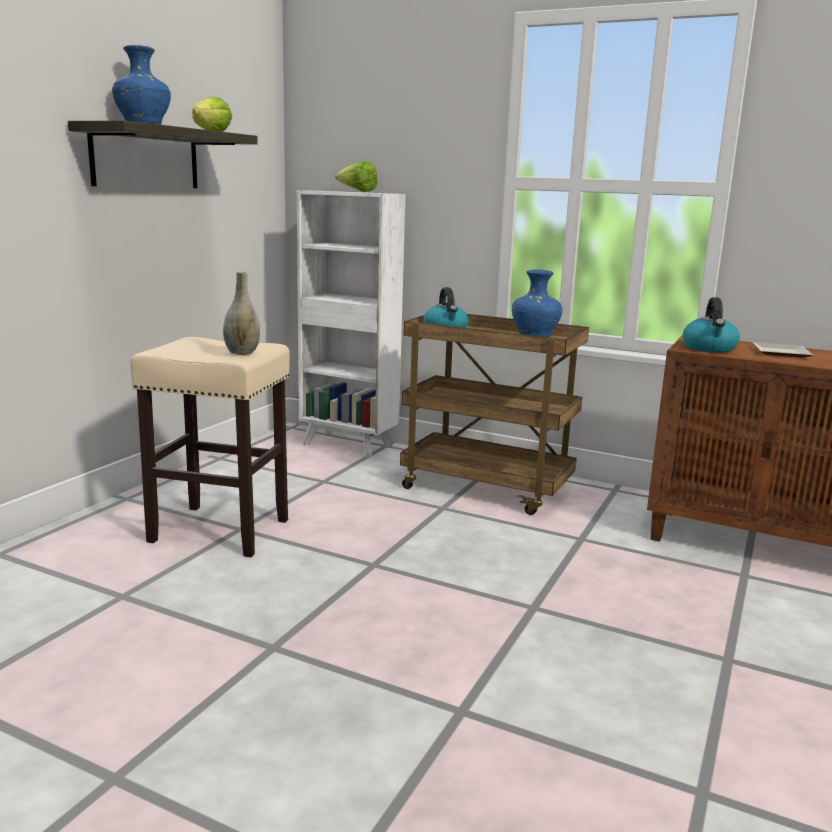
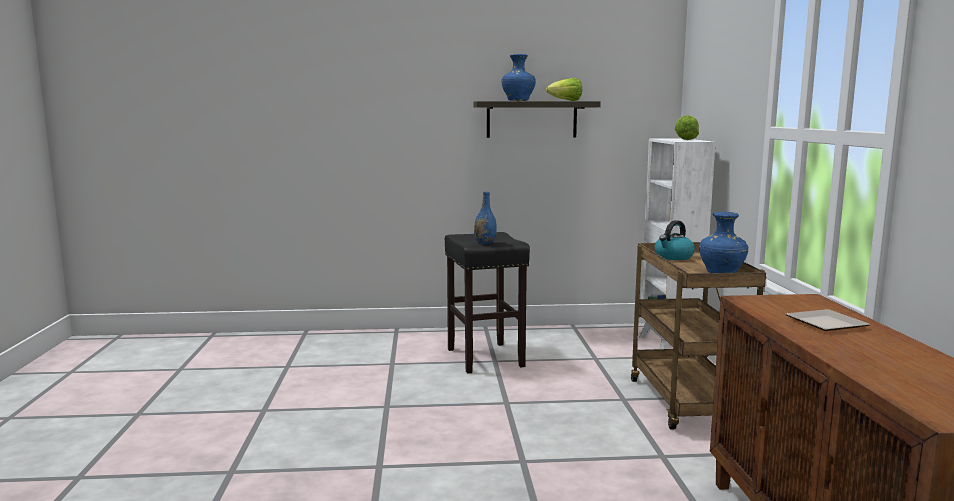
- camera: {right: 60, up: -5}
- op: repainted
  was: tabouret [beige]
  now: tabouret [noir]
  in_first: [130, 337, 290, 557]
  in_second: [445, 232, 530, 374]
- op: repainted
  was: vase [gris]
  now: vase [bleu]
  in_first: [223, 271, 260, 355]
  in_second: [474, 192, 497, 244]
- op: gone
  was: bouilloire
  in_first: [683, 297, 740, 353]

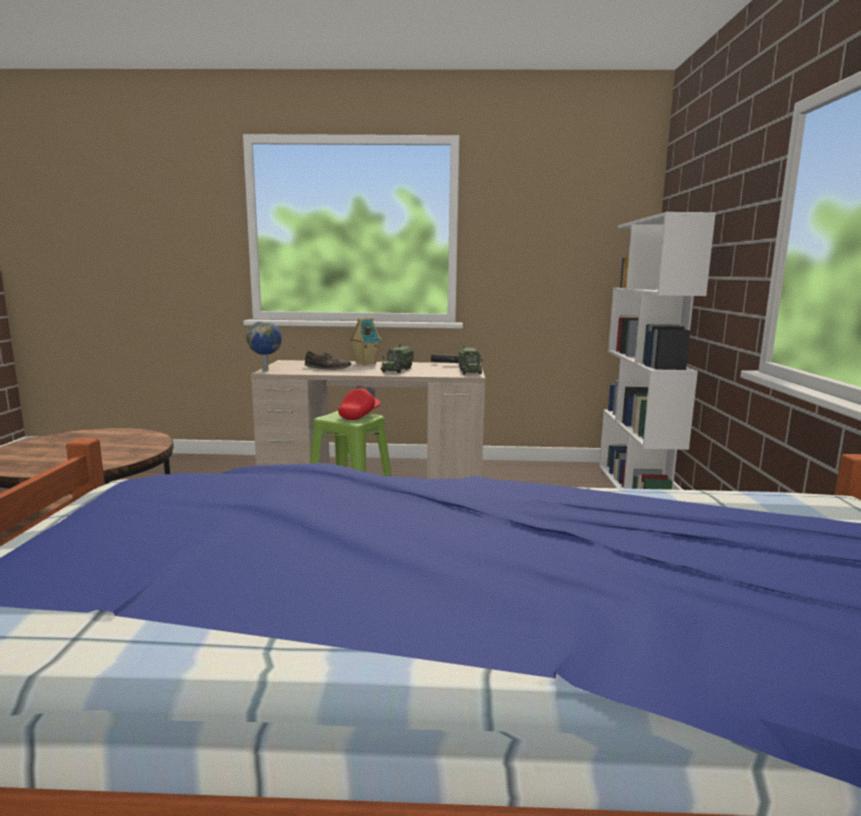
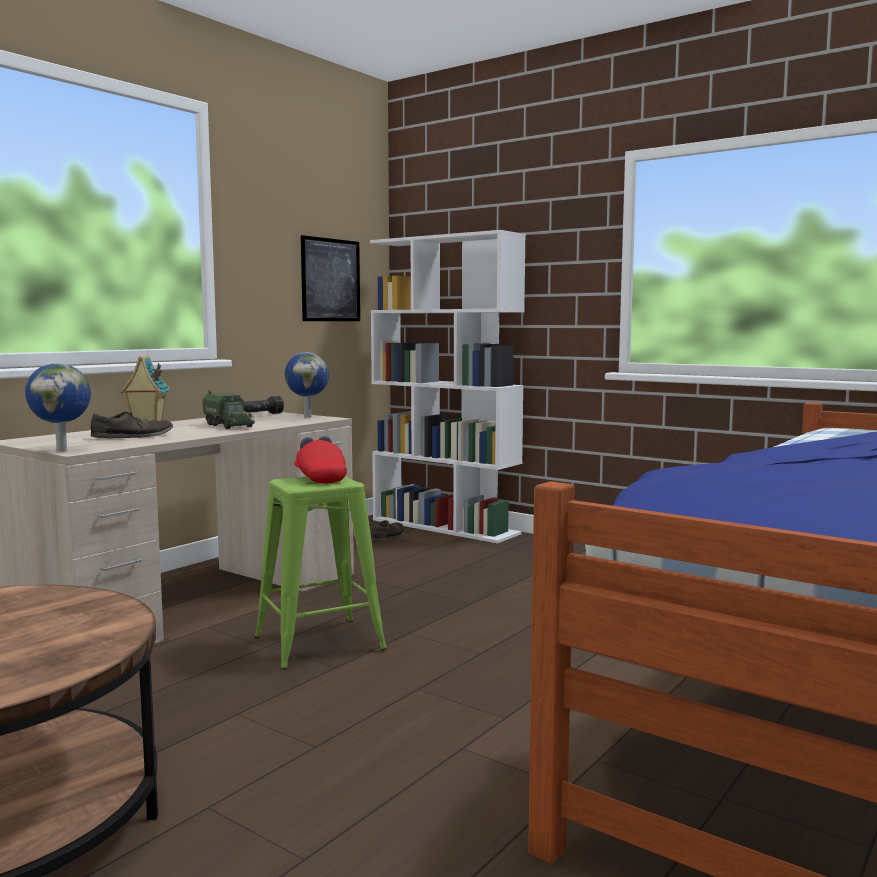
- camera: {right: -55, up: -5}
- op: swapped
  was: camion jouet
  now: globe
  in_first: [459, 345, 483, 374]
  in_second: [285, 352, 329, 417]
- op: new
  now: tableau
  in_second: [301, 235, 360, 321]
- op: new
  now: chaussure [marron]
  in_second: [371, 520, 405, 542]

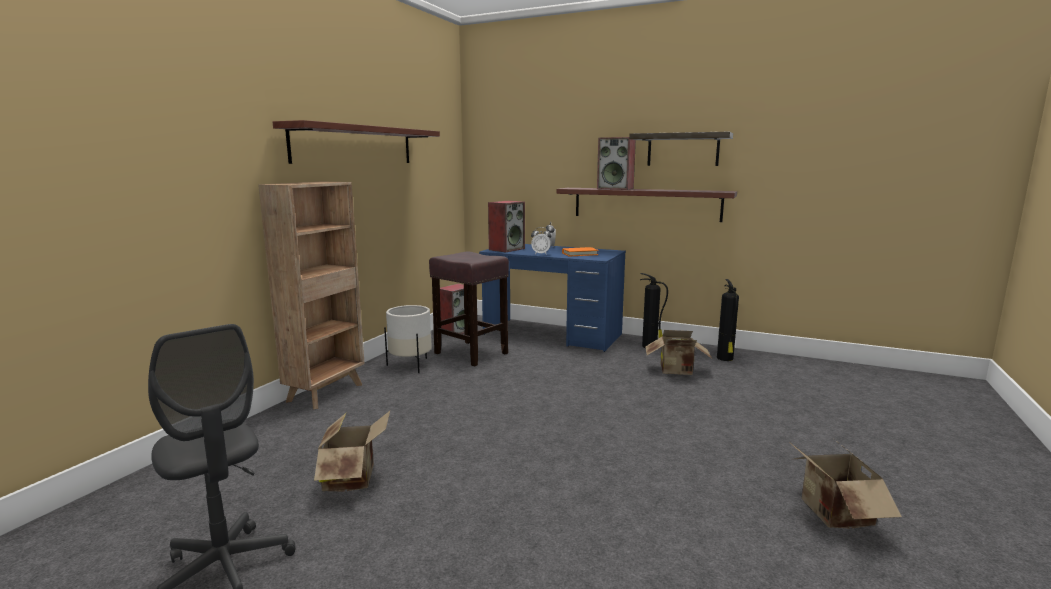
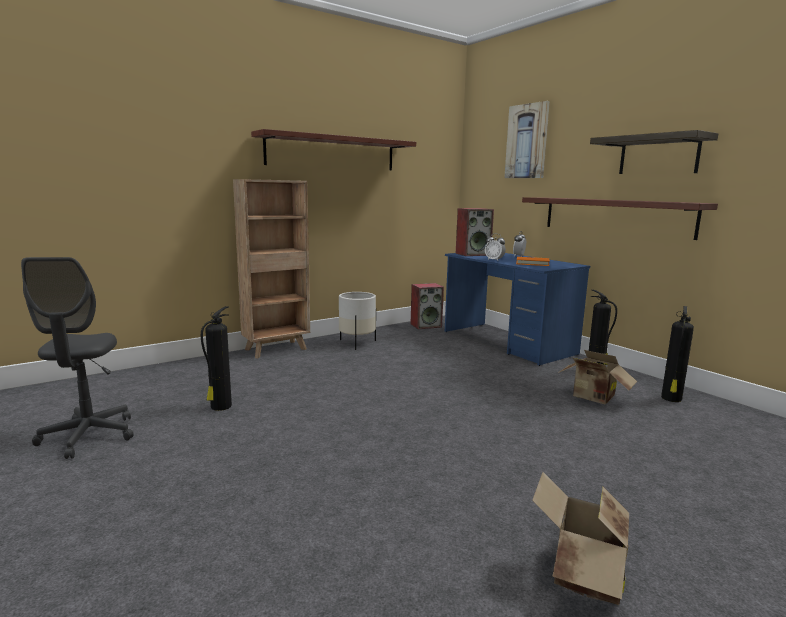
- camera: {right: 30, up: 0}
- op: swapped
  was: carton
  now: extincteur
  in_first: [314, 411, 390, 492]
  in_second: [201, 306, 232, 411]
- op: new
  now: tableau
  in_second: [504, 101, 550, 178]
- op: gone
  was: tabouret [marron]
  in_first: [429, 251, 509, 367]
- op: gone
  was: enceinte
  in_first: [597, 137, 636, 190]

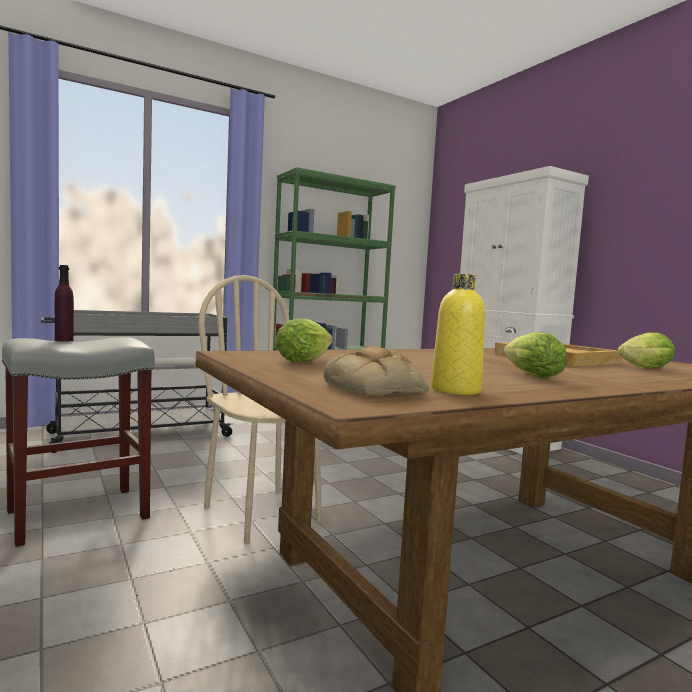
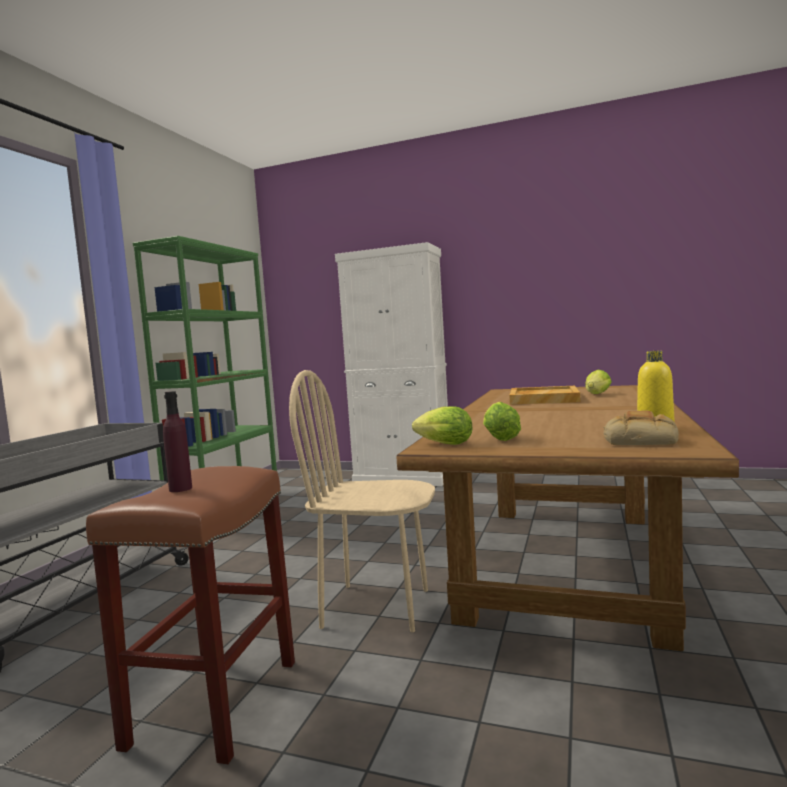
- camera: {right: -40, up: 0}
- op: repainted
  was: tabouret [gris]
  now: tabouret [marron]
  in_first: [2, 337, 155, 547]
  in_second: [86, 466, 295, 764]
- op: shifted
  was: laitue
  in_first: [504, 332, 567, 378]
  in_second: [412, 406, 473, 445]

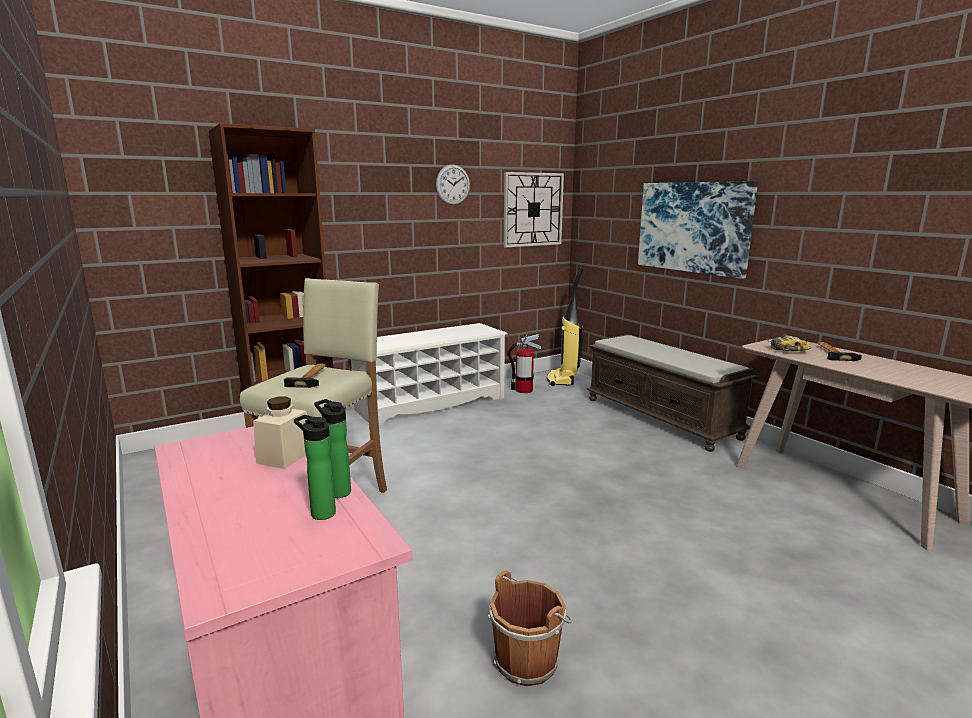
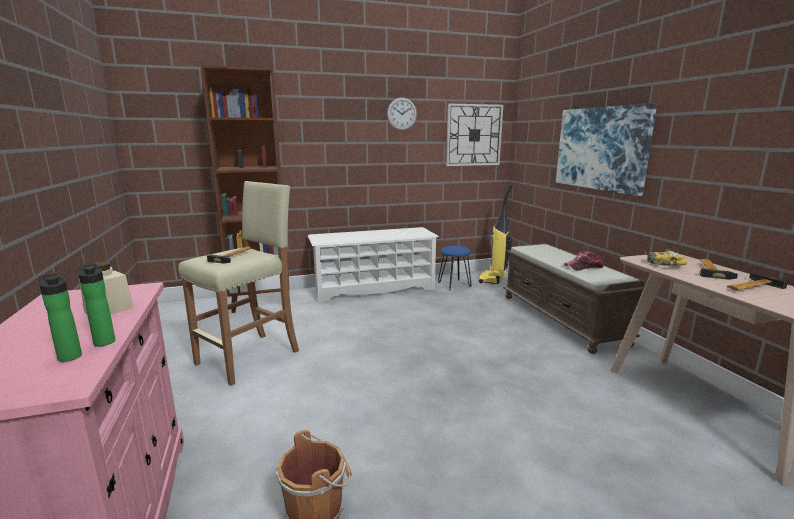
- camera: {right: 15, up: 0}
- op: swapped
  was: extincteur
  now: tabouret [bleu]
  in_first: [508, 334, 541, 393]
  in_second: [438, 246, 472, 290]
- op: new
  now: casquette
  in_second: [564, 252, 603, 270]
- op: new
  now: marteau
  in_second: [727, 274, 788, 290]

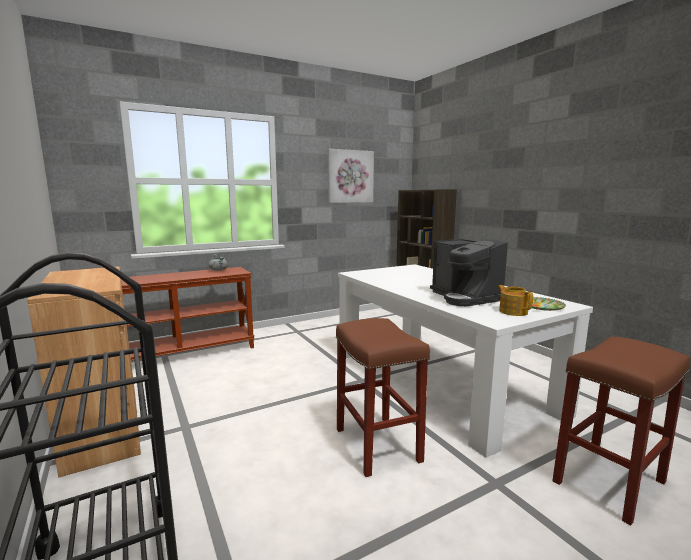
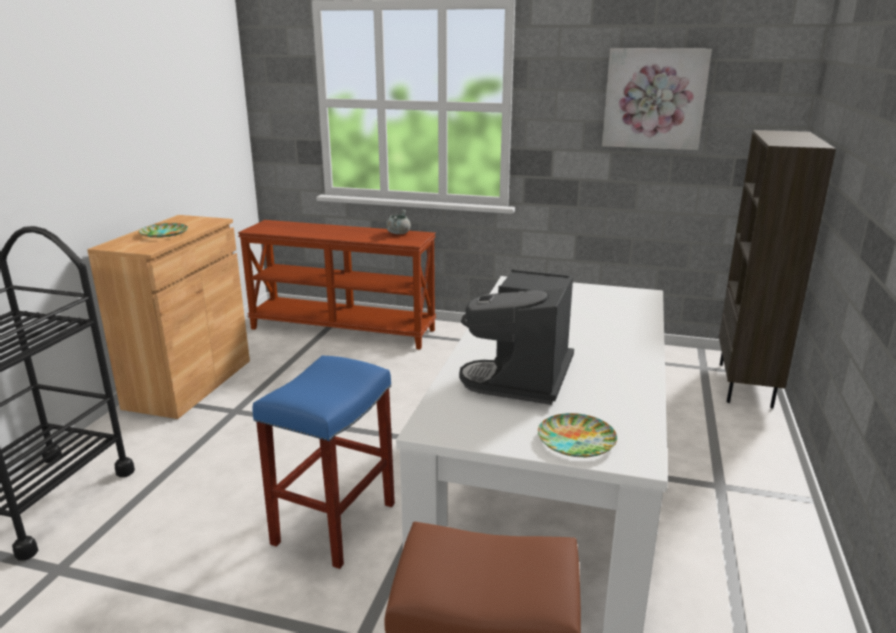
- camera: {right: 45, up: 10}
- op: new
  now: assiette
  in_second: [139, 223, 188, 238]
- op: repainted
  was: tabouret [marron]
  now: tabouret [bleu]
  in_first: [336, 318, 430, 477]
  in_second: [252, 356, 395, 569]
- op: gone
  was: théière
  in_first: [498, 285, 533, 316]

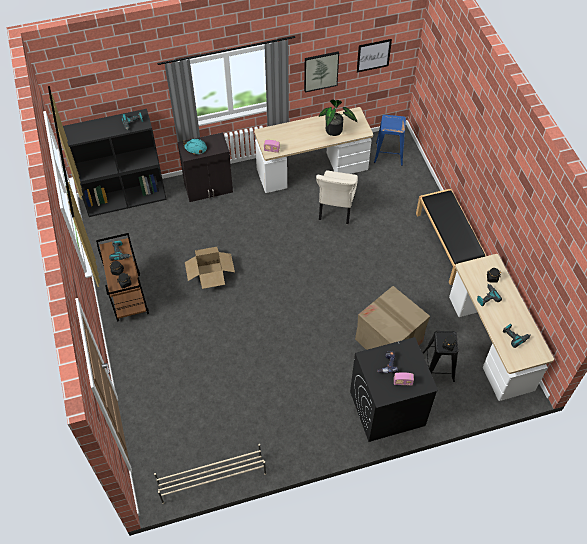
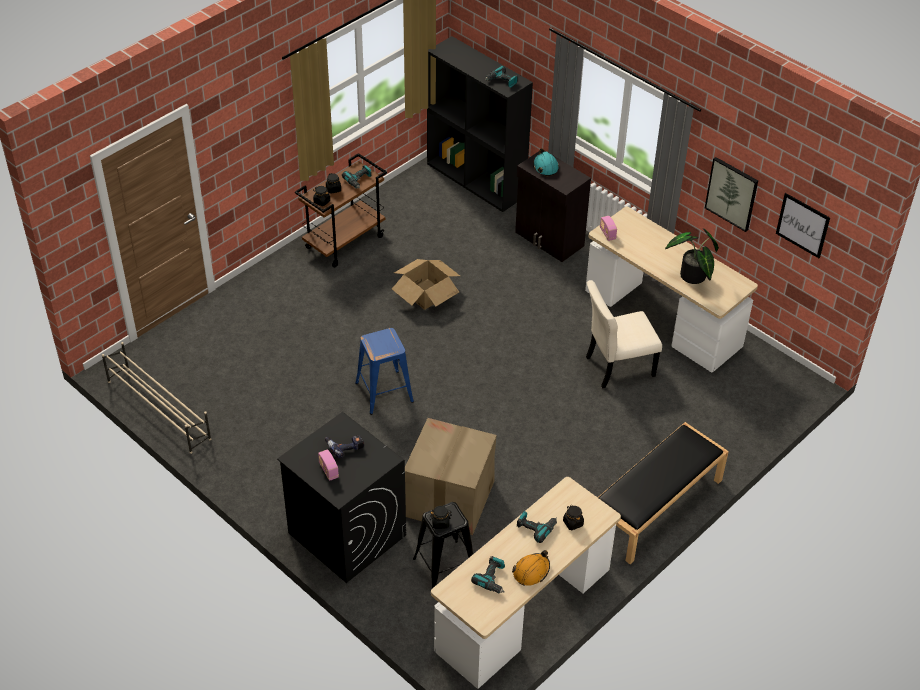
- camera: {right: 60, up: -10}
- op: shifted
  was: tabouret [bleu]
  in_first: [374, 115, 406, 166]
  in_second: [355, 328, 414, 415]
- op: new
  now: casque de chantier [orange]
  in_second: [512, 550, 550, 586]

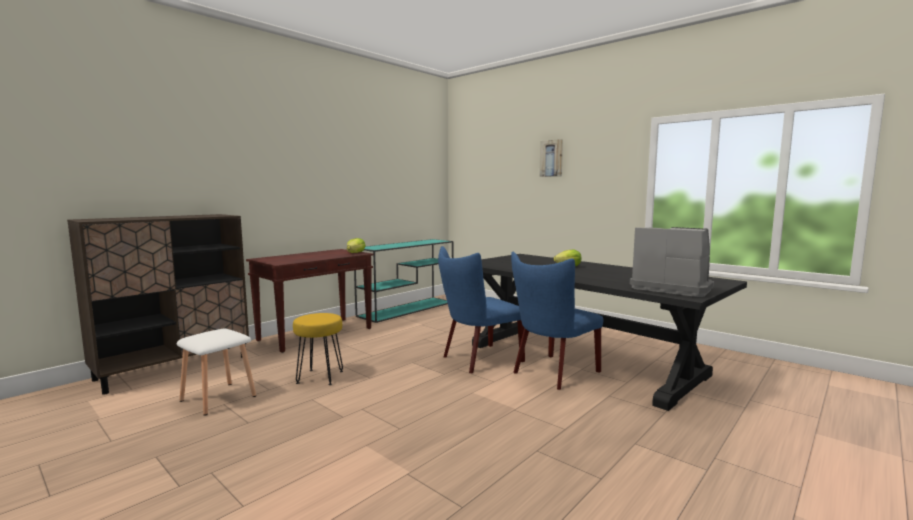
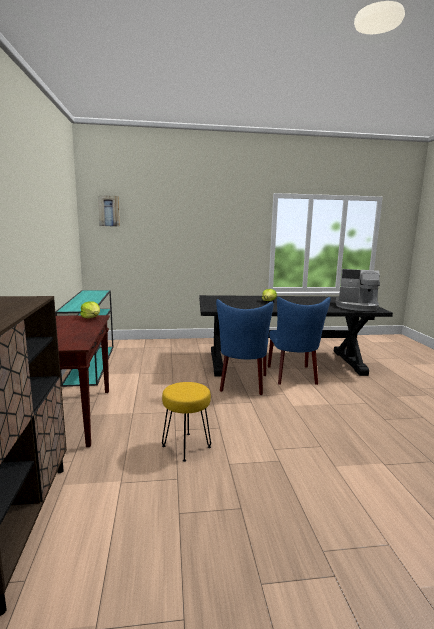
- camera: {right: -50, up: 5}
- op: shifted
  was: tableau
  in_first: [539, 139, 563, 177]
  in_second: [98, 195, 120, 227]
- op: rotated
  was: machine à café
  in_first: [630, 227, 714, 297]
  in_second: [335, 269, 380, 311]
  clockwise: -150
- op: gone
  was: tabouret [blanc]
  in_first: [176, 329, 256, 416]

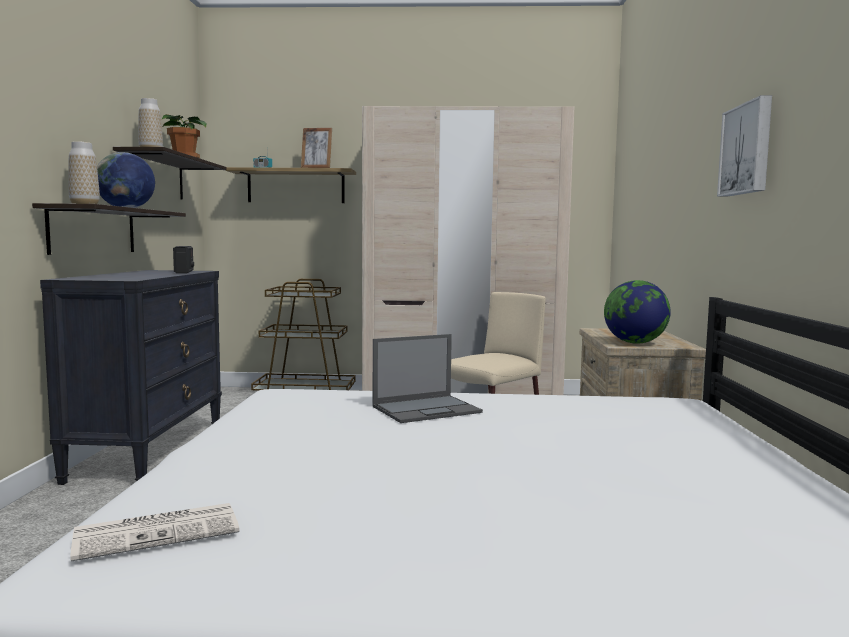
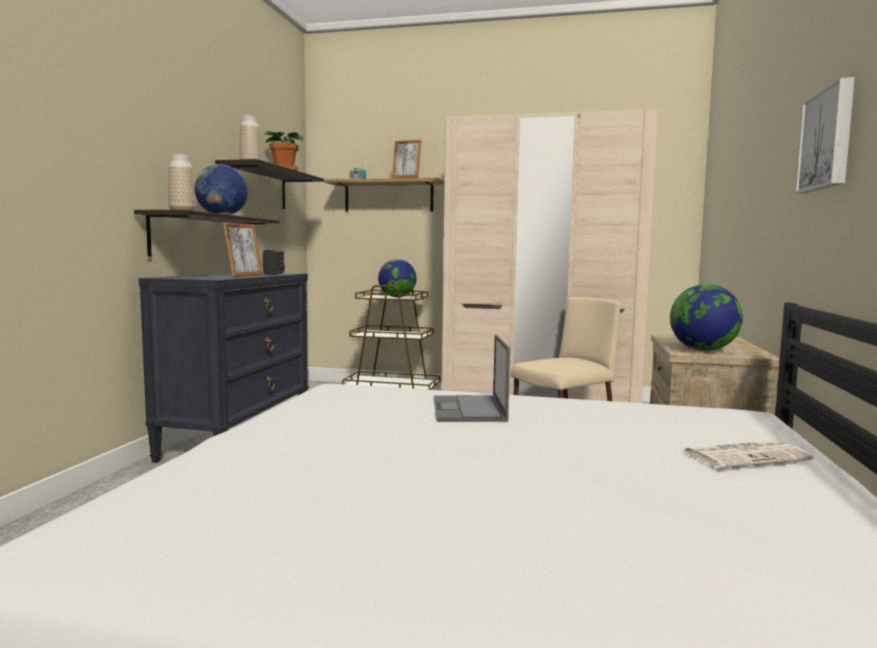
- camera: {right: 10, up: 0}
- op: new
  now: cadre photo
  in_second: [223, 222, 263, 277]
- op: new
  now: globe
  in_second: [378, 259, 416, 297]
- op: rotated
  was: ordinateur portable
  in_first: [372, 334, 483, 423]
  in_second: [434, 334, 510, 422]
  clockwise: 105
- op: shifted
  was: journal
  in_first: [70, 503, 239, 562]
  in_second: [683, 440, 814, 468]

